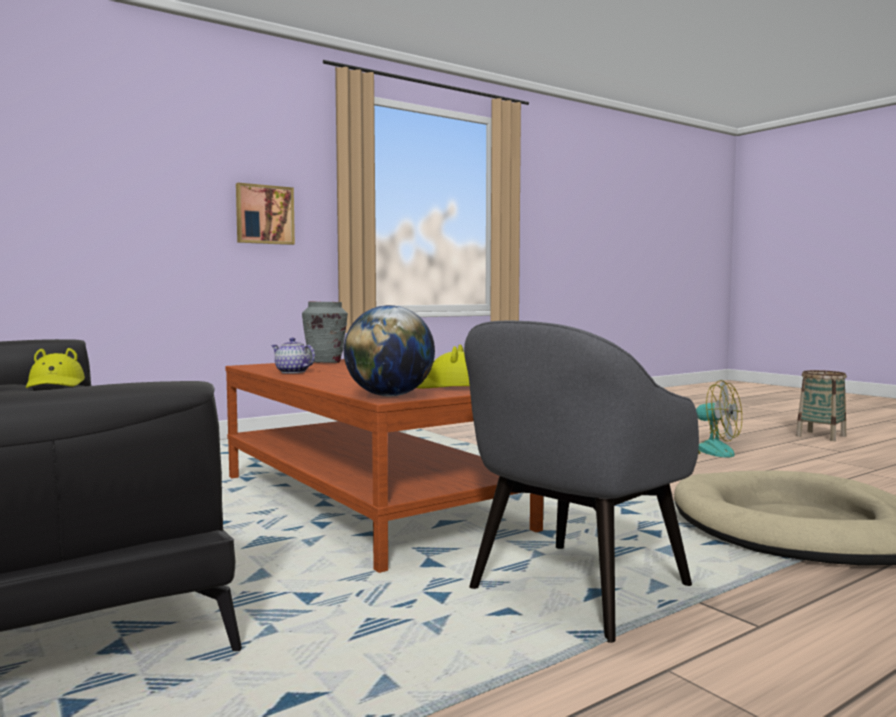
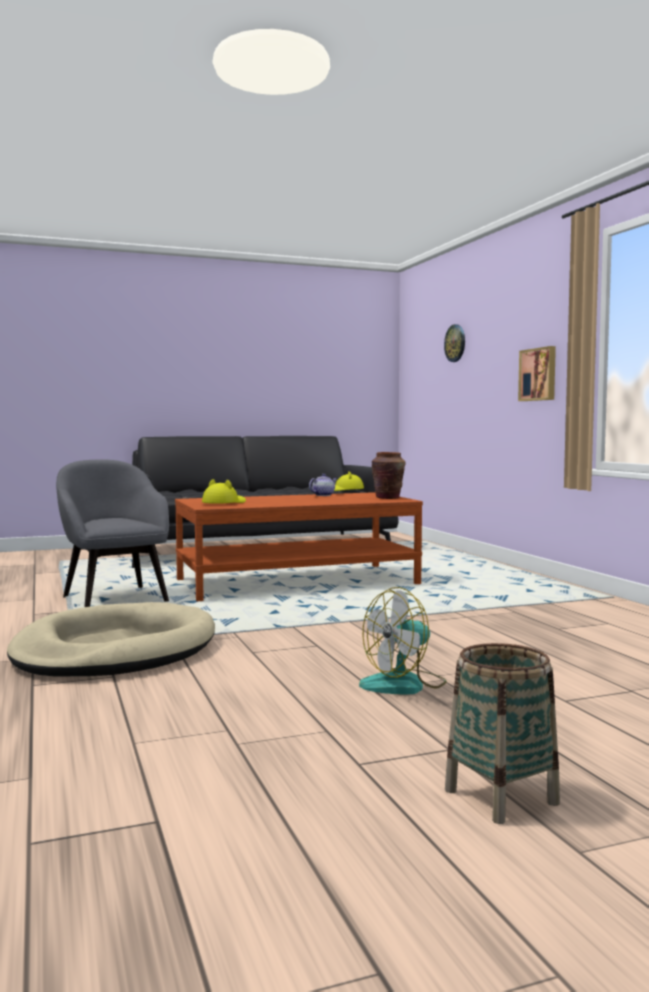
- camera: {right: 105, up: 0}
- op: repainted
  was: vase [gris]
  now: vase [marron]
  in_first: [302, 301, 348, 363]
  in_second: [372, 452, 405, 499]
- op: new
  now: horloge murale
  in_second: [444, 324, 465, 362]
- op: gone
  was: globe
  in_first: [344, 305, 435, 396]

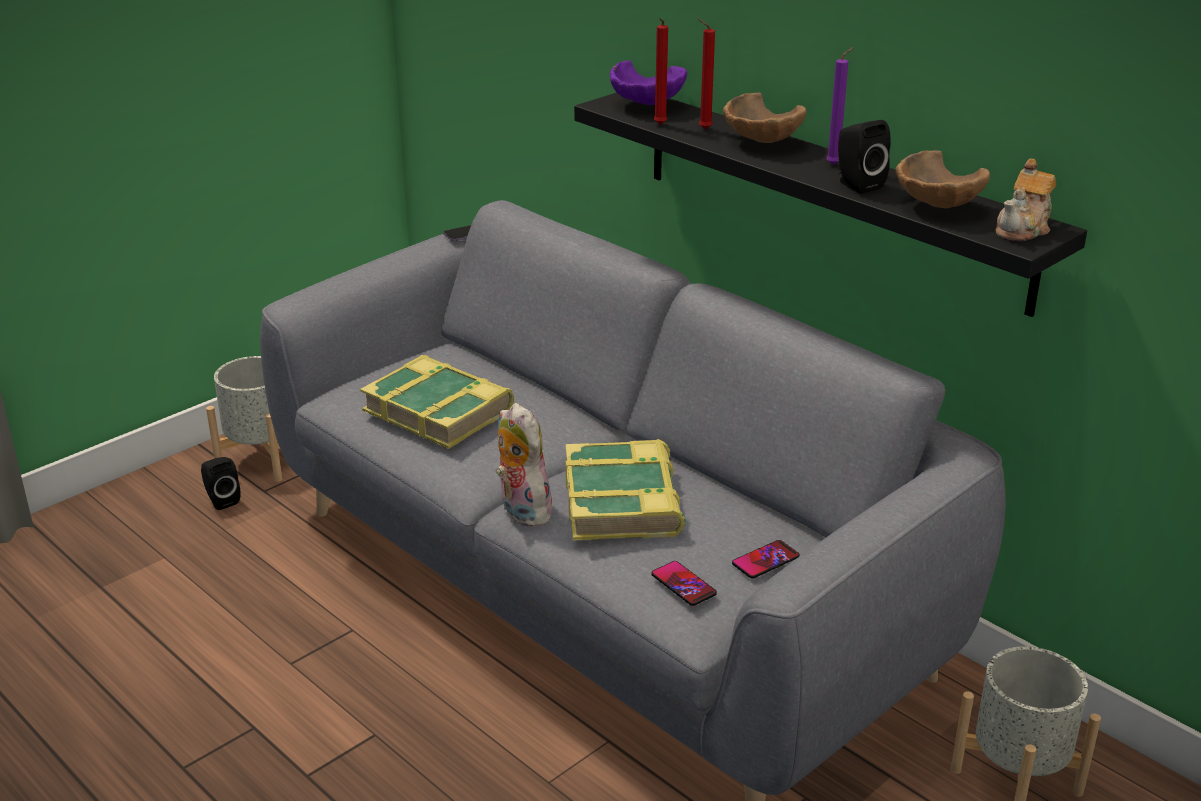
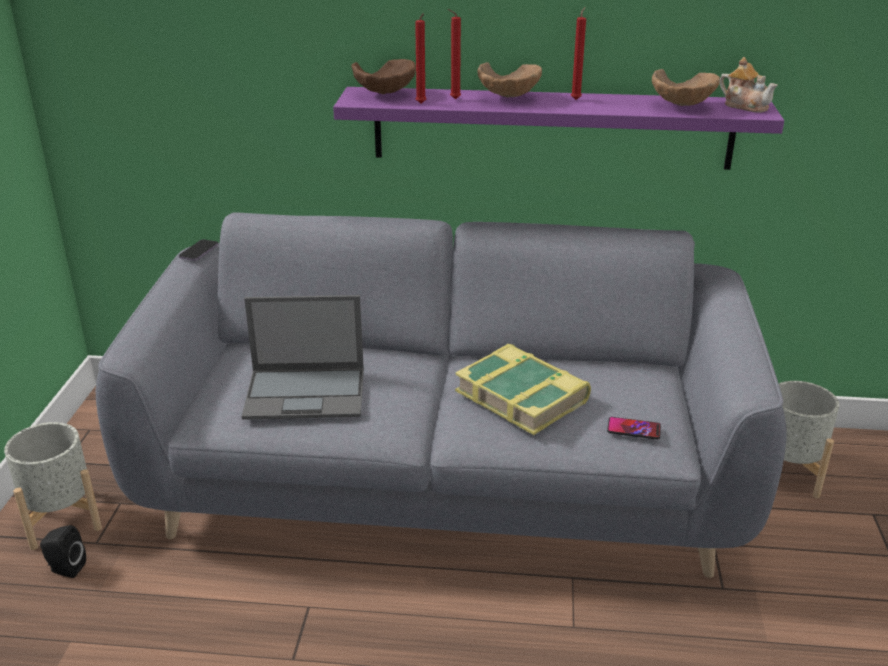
- camera: {right: -40, up: 0}
- op: swapped
  was: livre
  now: ordinateur portable
  in_first: [360, 355, 514, 449]
  in_second: [242, 295, 364, 420]
- op: repainted
  was: étagère [noir]
  now: étagère [violet]
  in_first: [574, 92, 1087, 317]
  in_second: [333, 87, 784, 170]
- op: repainted
  was: bol [violet]
  now: bol [marron]
  in_first: [610, 60, 687, 105]
  in_second: [351, 59, 416, 94]
- op: repainted
  was: bougie [violet]
  now: bougie [rouge]
  in_first: [826, 47, 854, 165]
  in_second: [571, 7, 586, 100]
- op: rotated
  was: théière
  in_first: [996, 159, 1056, 241]
  in_second: [719, 57, 778, 113]
  clockwise: -45
- op: gone
  was: peluche
  in_first: [496, 403, 552, 527]
- op: gone
  was: téléphone
  in_first: [732, 540, 800, 579]
- op: gone
  was: enceinte [noir]
  in_first: [838, 120, 891, 194]

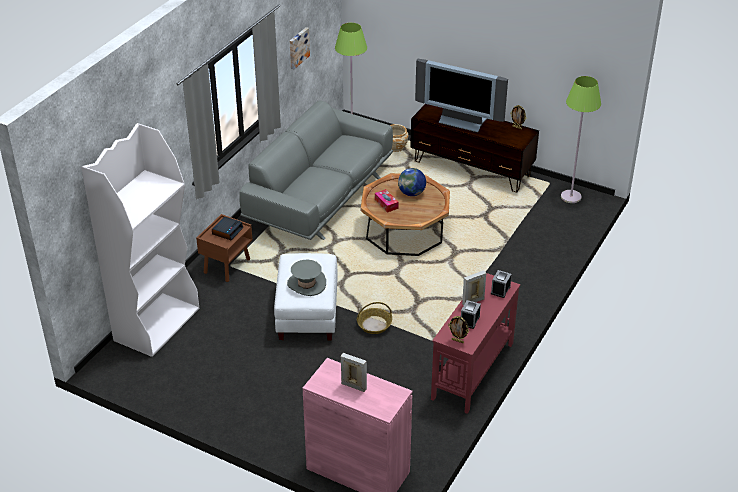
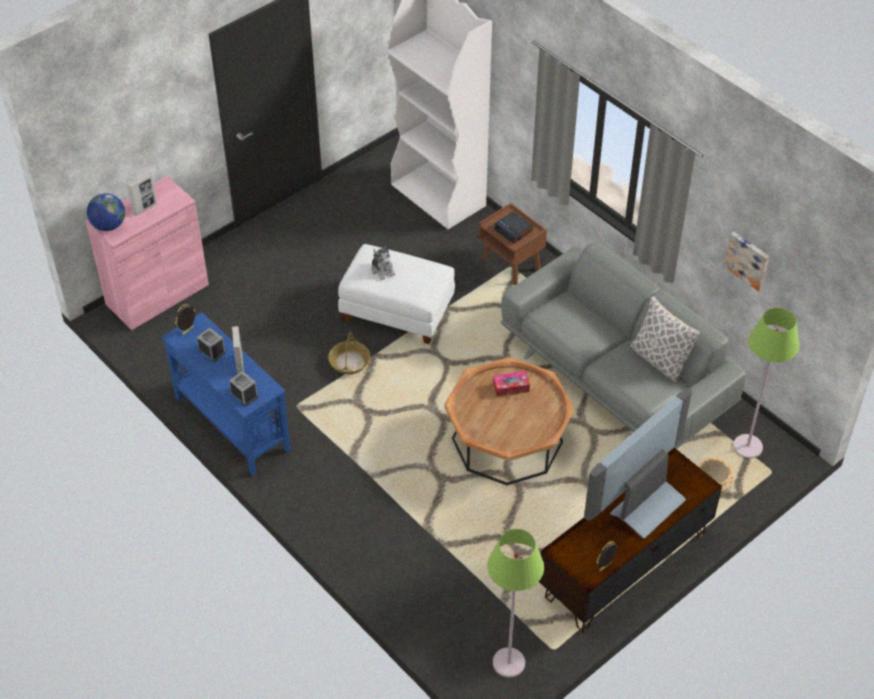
- camera: {right: 110, up: 10}
- op: shifted
  was: globe
  in_first: [398, 168, 426, 196]
  in_second: [87, 193, 125, 231]
- op: repainted
  was: table console [rouge]
  now: table console [bleu]
  in_first: [431, 273, 520, 414]
  in_second: [162, 312, 291, 476]
- op: swapped
  was: chapeau [gris]
  now: peluche
  in_first: [287, 260, 326, 296]
  in_second: [371, 246, 396, 280]
- op: new
  now: coussin
  in_second: [630, 296, 700, 382]

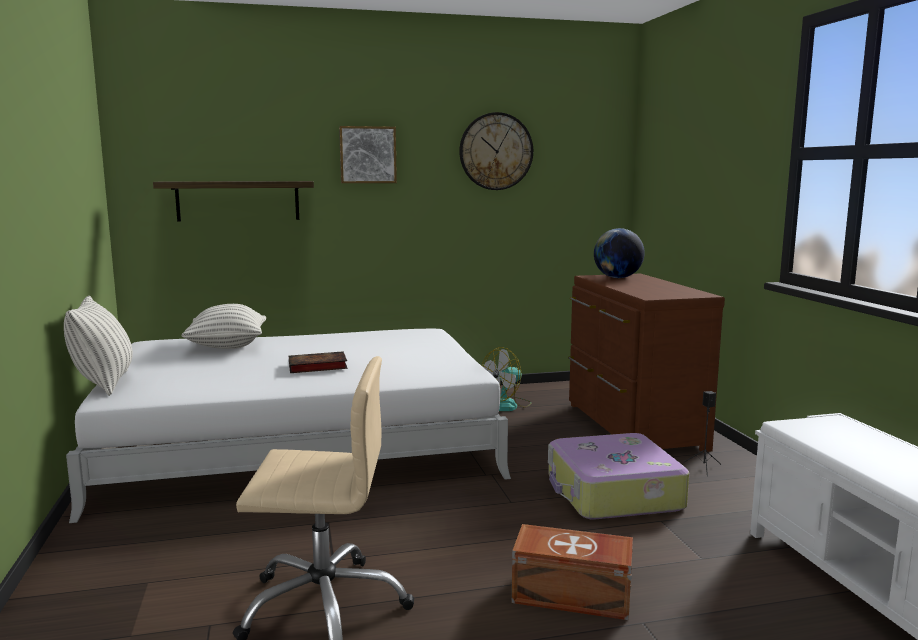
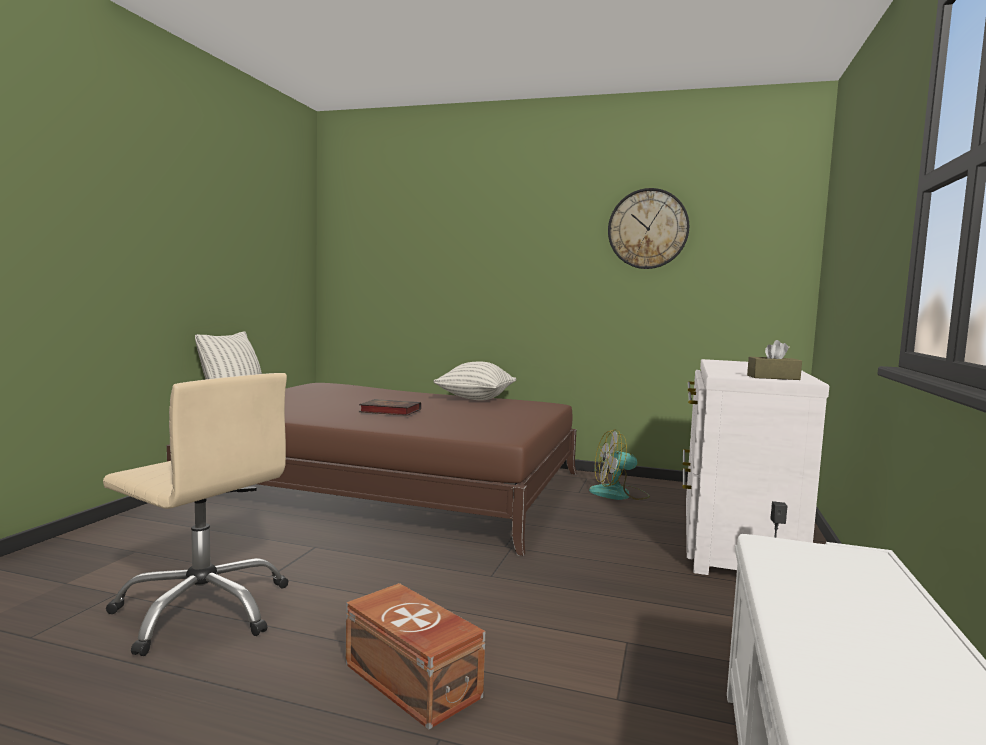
- camera: {right: 30, up: -5}
- op: repainted
  was: lit [blanc]
  now: lit [marron]
  in_first: [66, 329, 511, 523]
  in_second: [167, 383, 577, 556]
- op: shifted
  was: coussin
  in_first: [181, 304, 266, 349]
  in_second: [433, 362, 516, 400]
- op: repainted
  was: commode [marron]
  now: commode [blanc]
  in_first: [568, 273, 725, 452]
  in_second: [682, 359, 829, 575]
- op: new
  now: boîte à mouchoirs [marron]
  in_second: [747, 340, 802, 380]
- op: gone
  was: étagère
  in_first: [153, 181, 314, 222]
- op: gone
  was: tableau
  in_first: [339, 126, 397, 183]
- op: gone
  was: valise
  in_first: [548, 433, 689, 520]
- op: gone
  was: globe
  in_first: [594, 228, 645, 278]

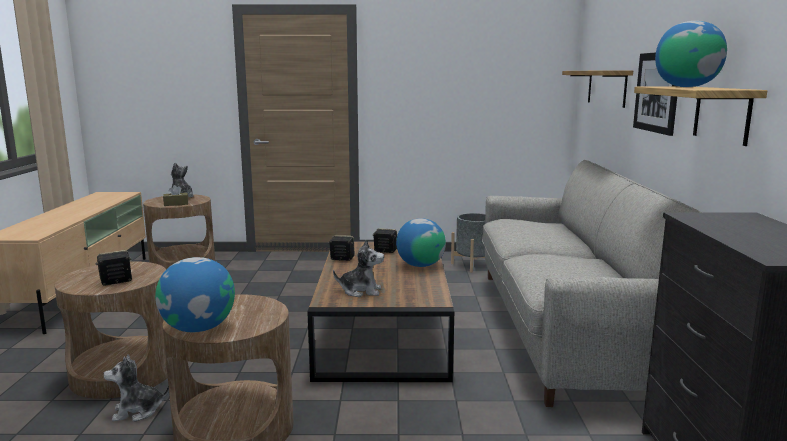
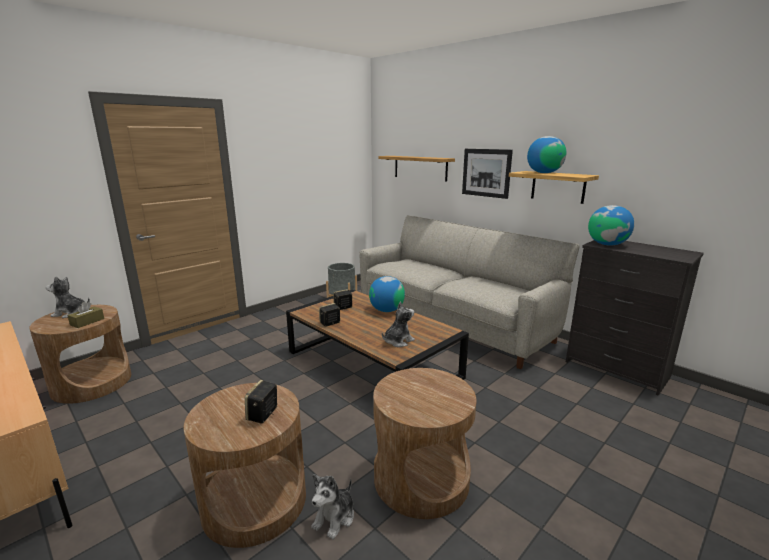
- camera: {right: -45, up: 5}
- op: shifted
  was: globe
  in_first: [155, 257, 235, 332]
  in_second: [588, 205, 634, 245]

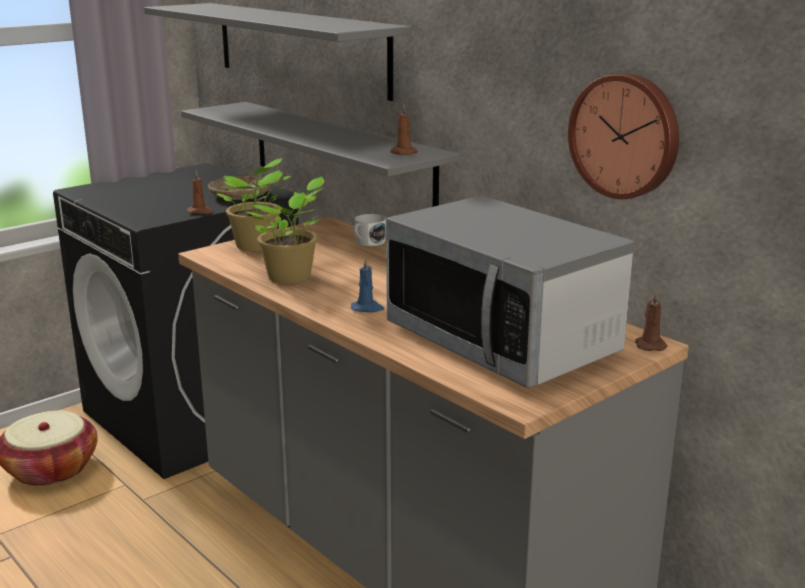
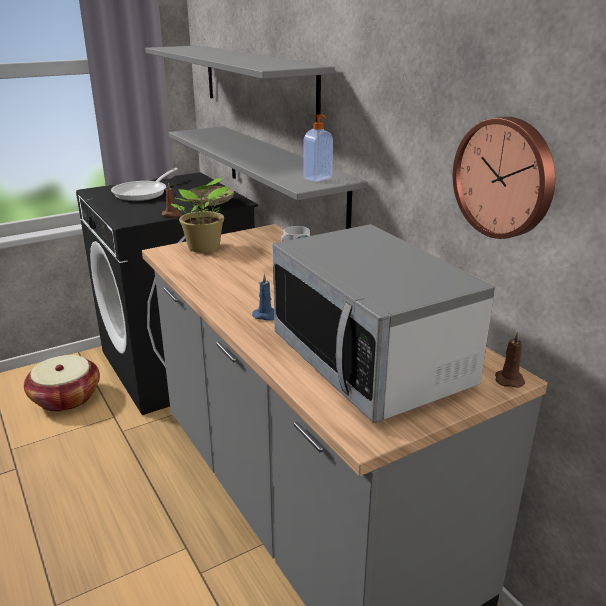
- camera: {right: 10, up: 5}
- op: new
  now: poêle
  in_second: [111, 168, 178, 201]
- op: swapped
  was: bougie [marron]
  now: distributeur de savon
  in_first: [390, 105, 418, 155]
  in_second: [303, 114, 333, 182]
- op: gone
  was: plante en pot
  in_first: [246, 177, 324, 284]

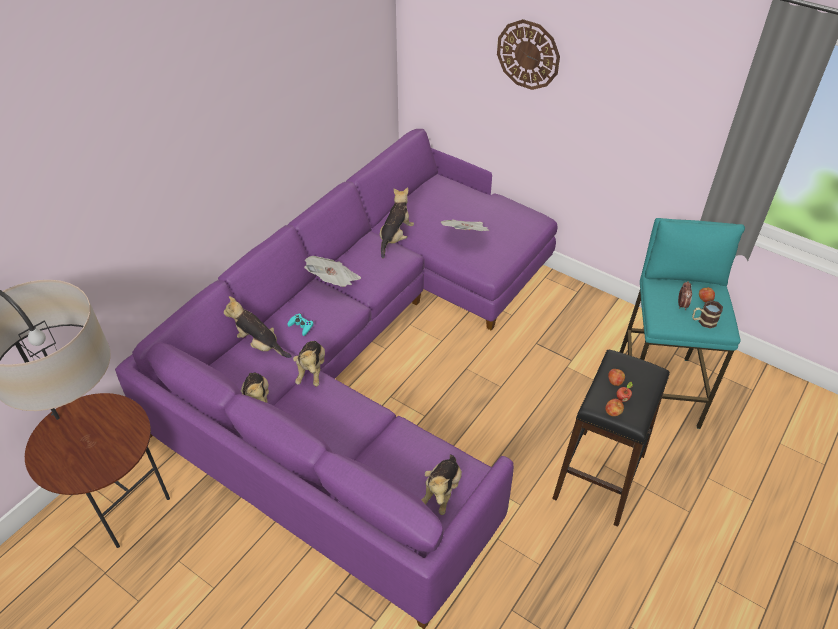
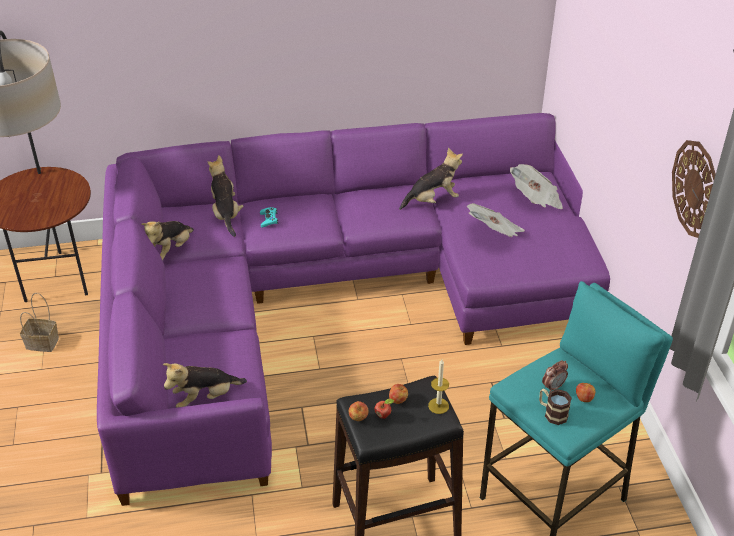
- camera: {right: 45, up: -5}
- op: new
  now: panier
  in_second: [20, 293, 59, 352]
- op: new
  now: bougie
  in_second: [428, 359, 449, 414]
- op: shifted
  was: journal
  in_first: [304, 256, 361, 287]
  in_second: [510, 164, 563, 209]
- op: shifted
  was: horloge murale
  in_first: [497, 19, 560, 90]
  in_second: [672, 140, 716, 238]
- op: gone
  was: peluche
  in_first: [293, 341, 325, 386]

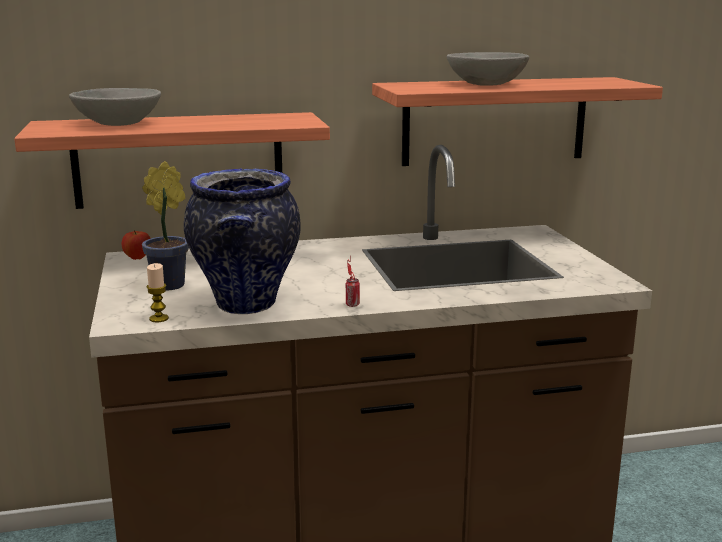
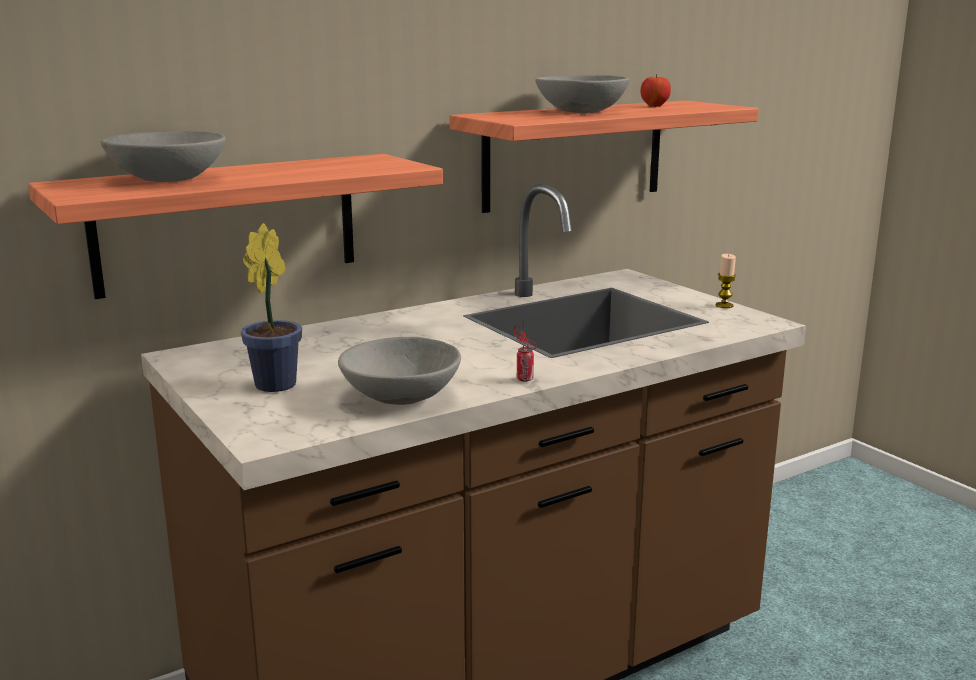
- camera: {right: -20, up: 0}
- op: swapped
  was: vase
  now: bol [gris]
  in_first: [184, 168, 301, 314]
  in_second: [338, 337, 461, 405]
- op: shifted
  was: pomme
  in_first: [122, 230, 151, 260]
  in_second: [641, 74, 671, 107]
- op: shifted
  was: bougie
  in_first: [147, 263, 169, 322]
  in_second: [716, 254, 736, 308]

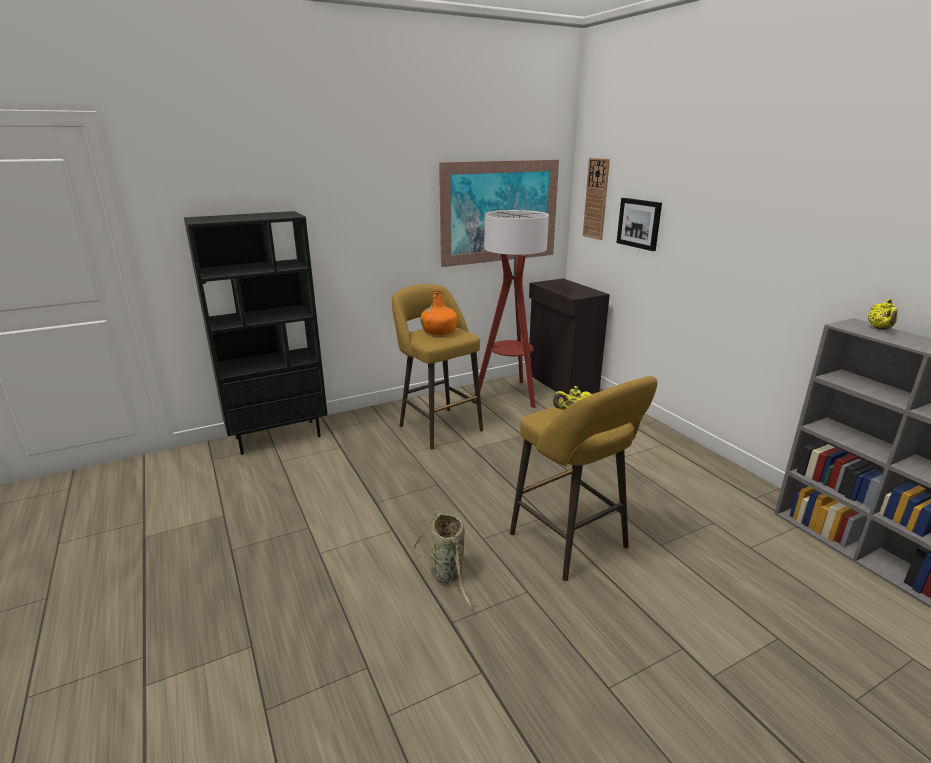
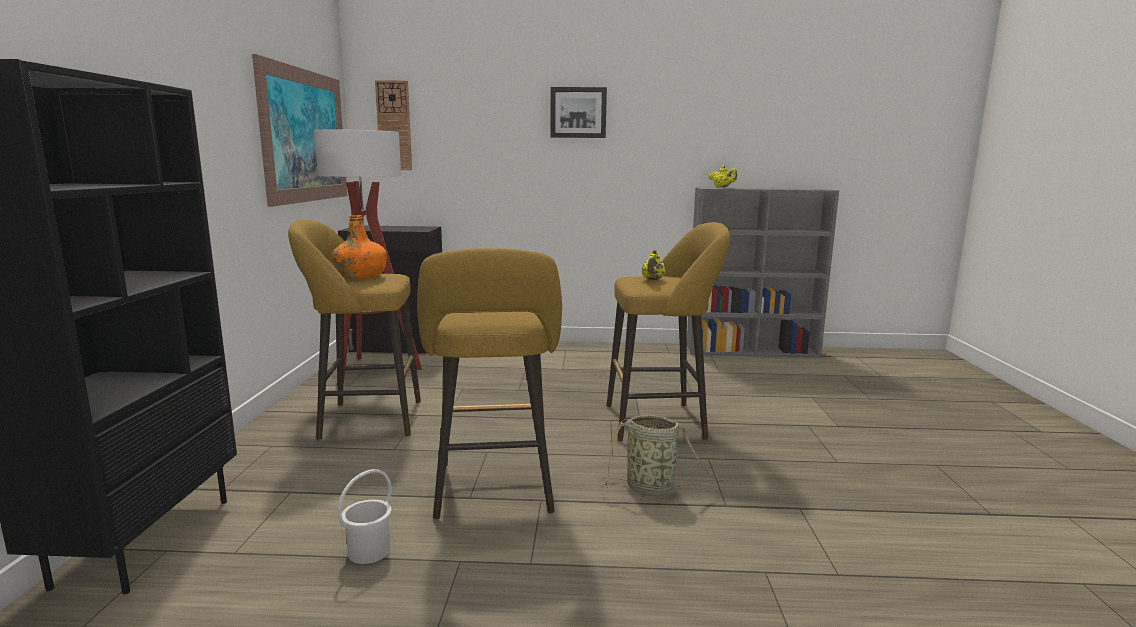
- camera: {right: -60, up: -10}
- op: new
  now: seau [blanc]
  in_second: [337, 469, 392, 564]
- op: new
  now: tabouret [jaune]
  in_second: [417, 248, 562, 519]
- op: shifted
  was: tableau
  in_first: [617, 198, 662, 251]
  in_second: [550, 87, 607, 138]

